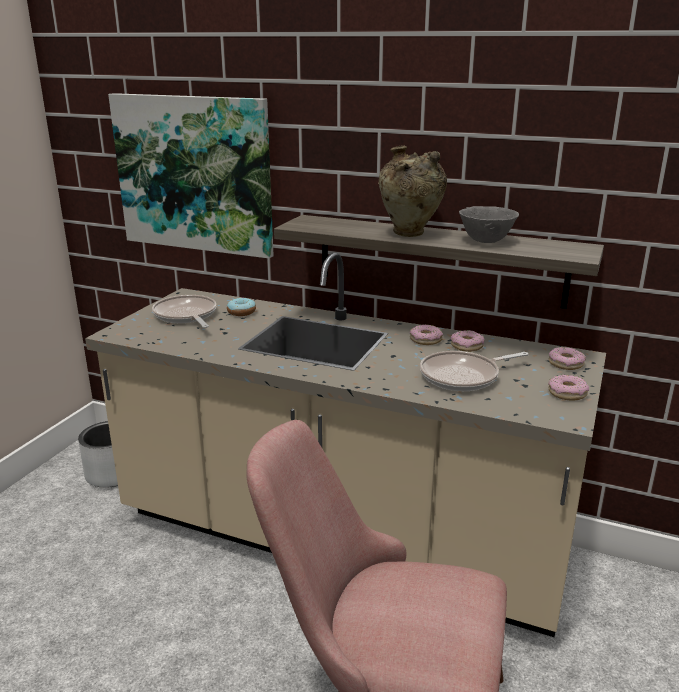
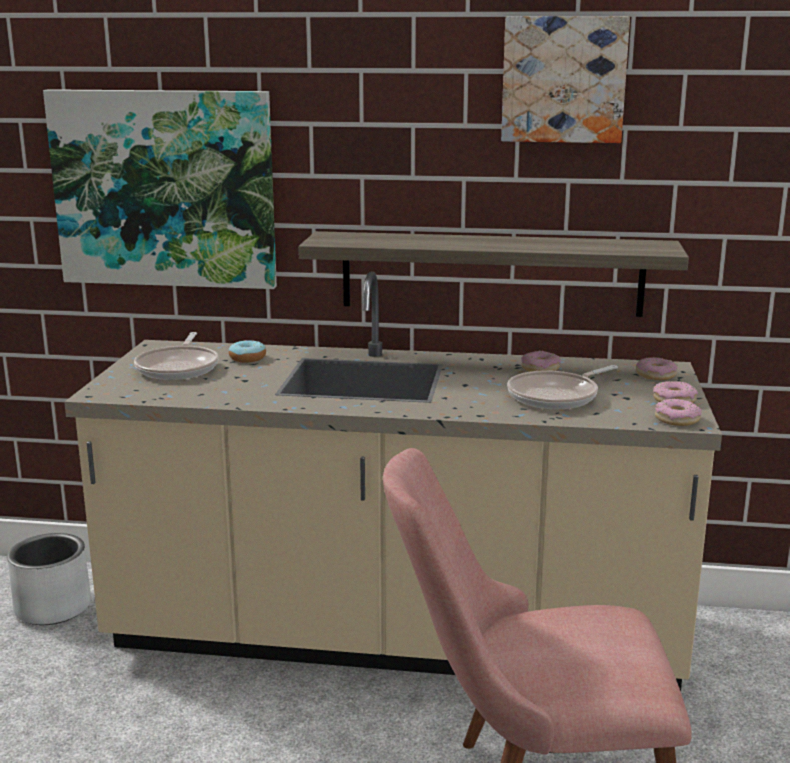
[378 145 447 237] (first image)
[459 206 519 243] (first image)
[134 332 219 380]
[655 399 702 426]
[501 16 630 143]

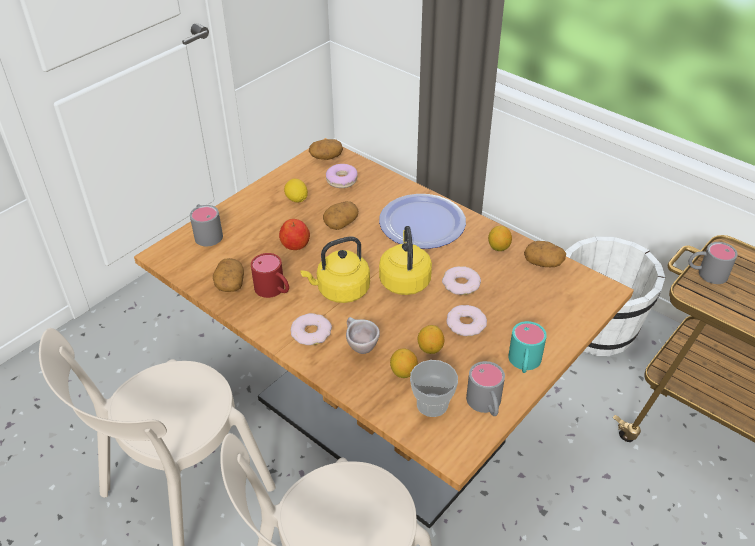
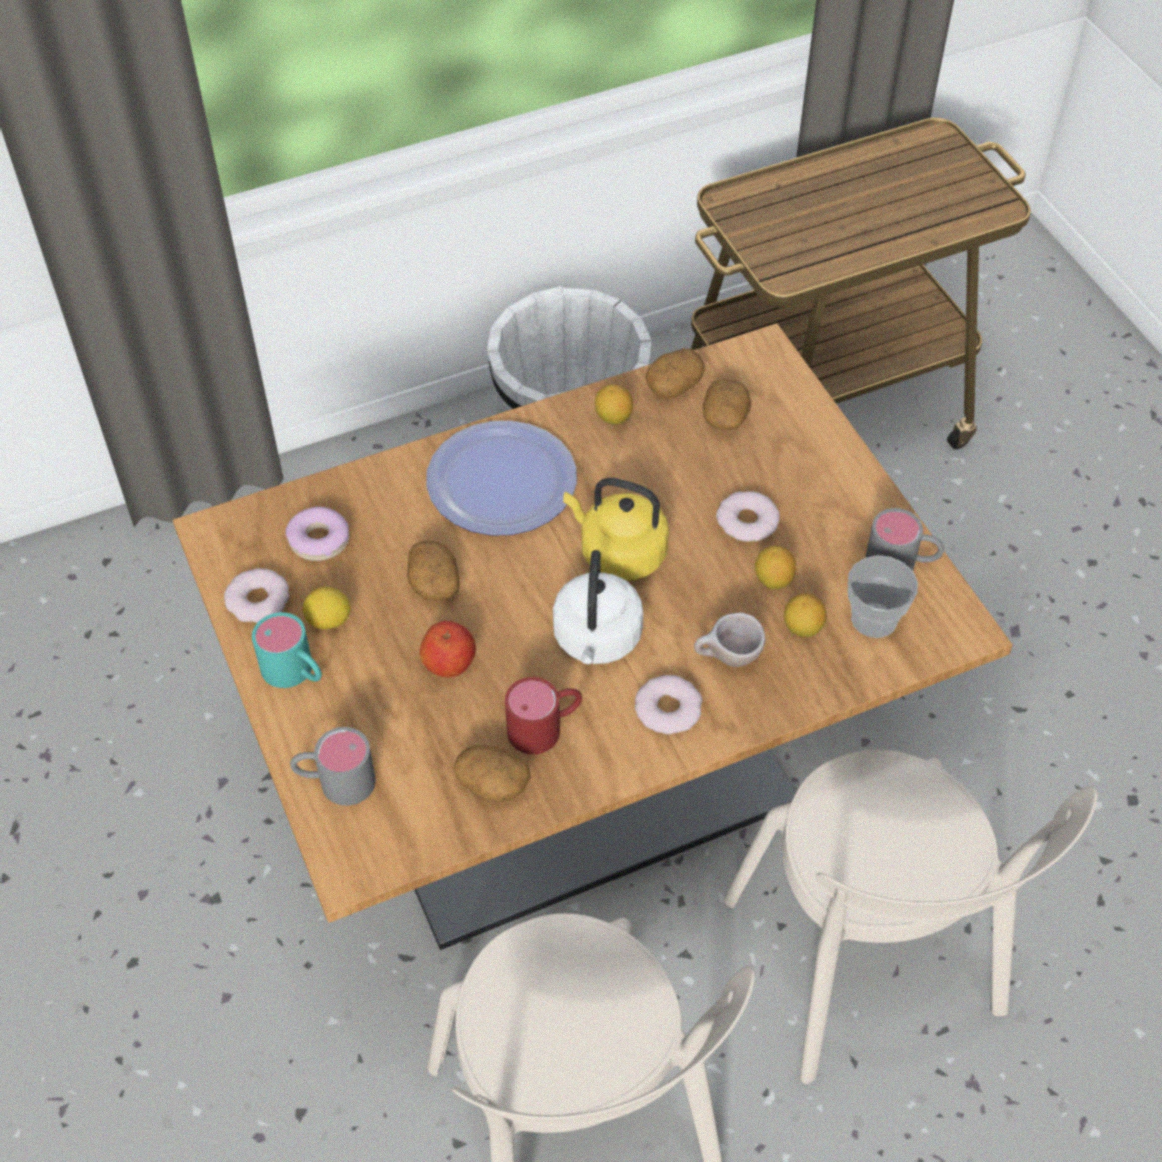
[703 379 751 430]
[553 550 643 664]
[688 242 738 284] (first image)
[224 568 289 623]
[252 612 322 688]

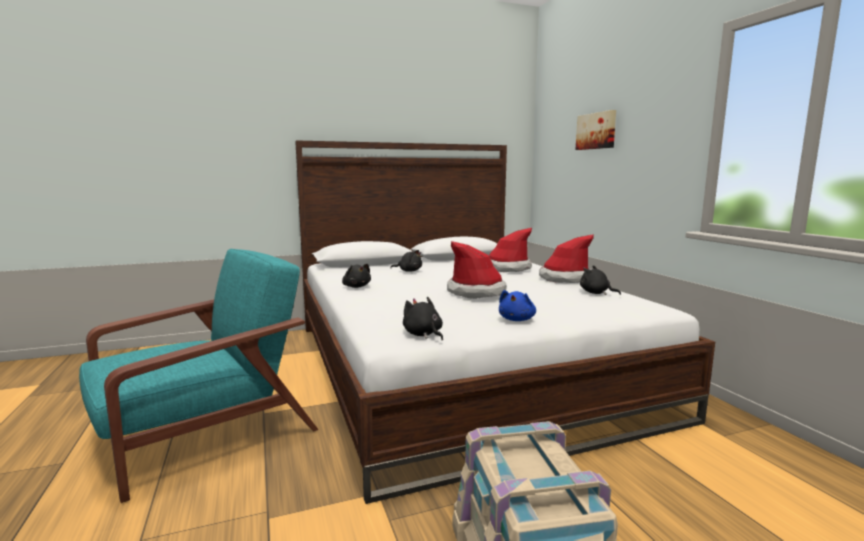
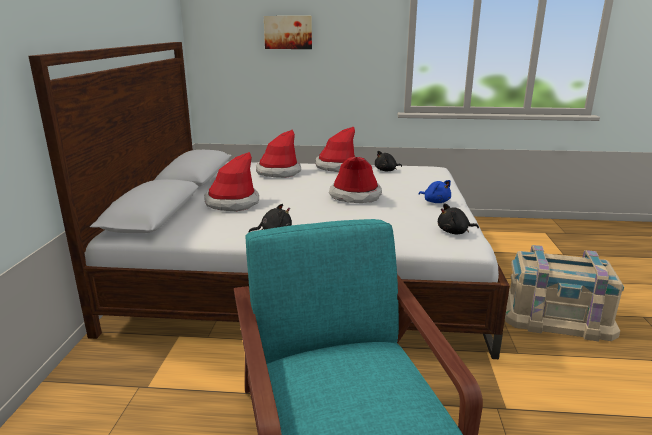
[204 152 259 211]

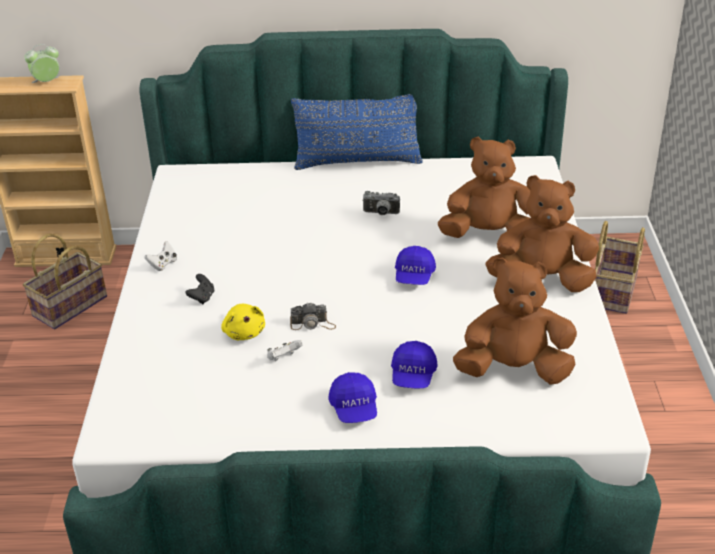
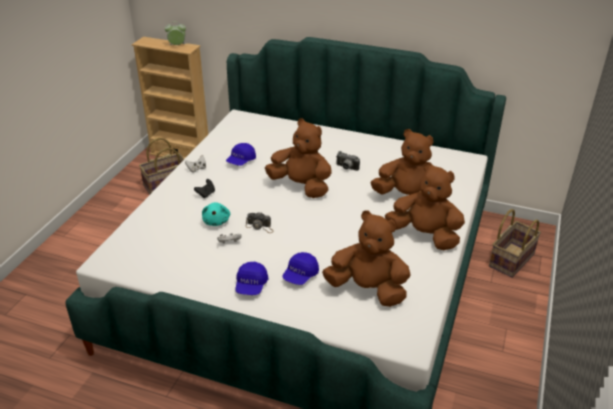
[291 94 423 170] (first image)
[226 143 256 166]
[202 202 230 226]
[265 118 332 198]

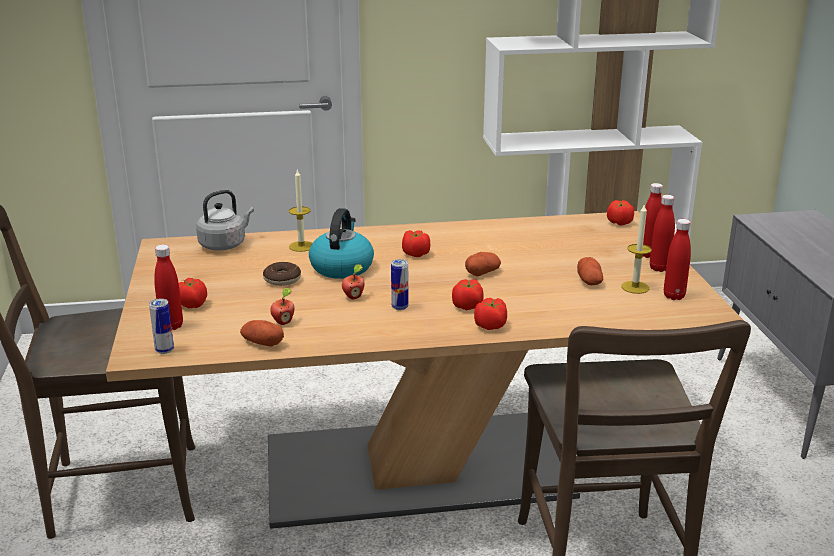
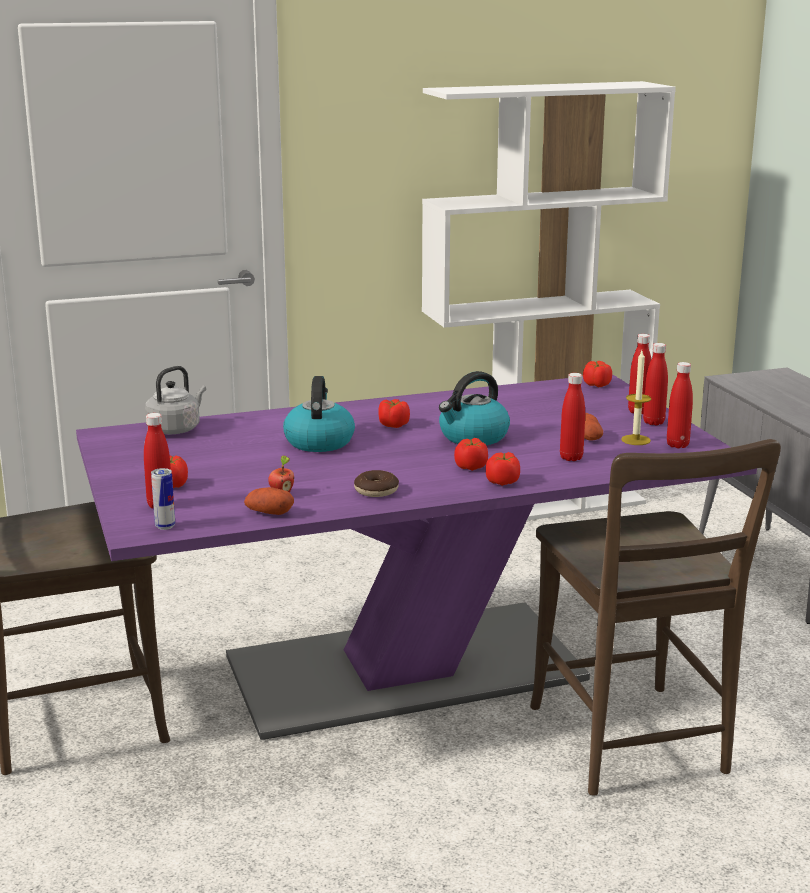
[289 170 312 252] (first image)
[76 374 757 740]
[439 371 510 445]
[391 259 409 310] (first image)
[354 470 399 497]
[342 264 365 299] (first image)
[560 373 585 461]

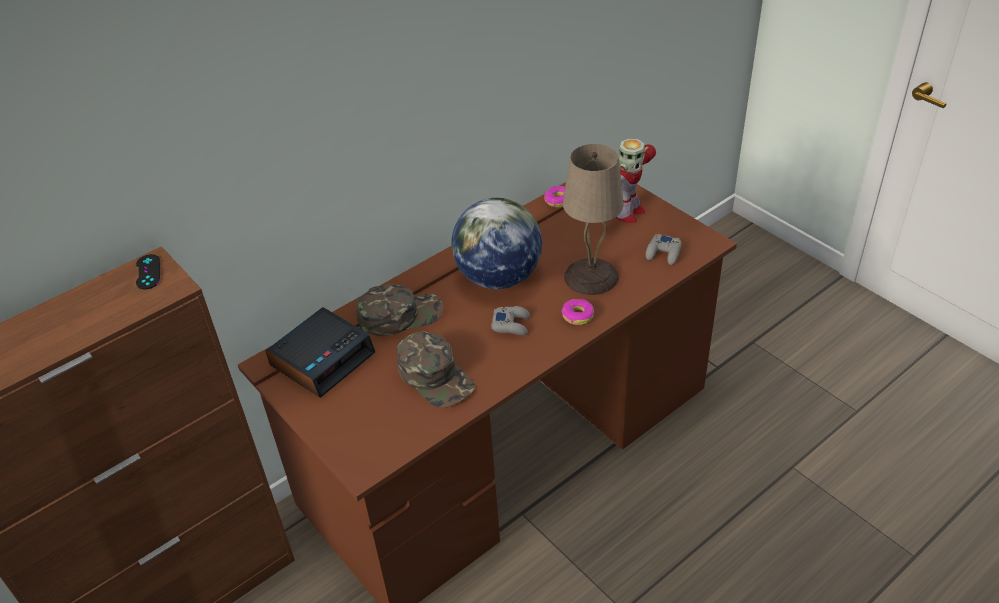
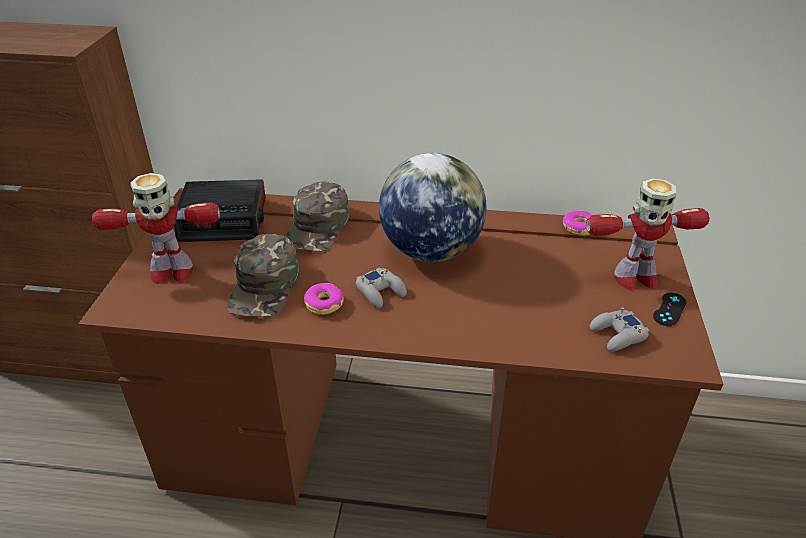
[563 144 624 295] (first image)
[653 293 687 326]
[285 181 350 252]
[304 283 344 315]
[92 173 220 284]

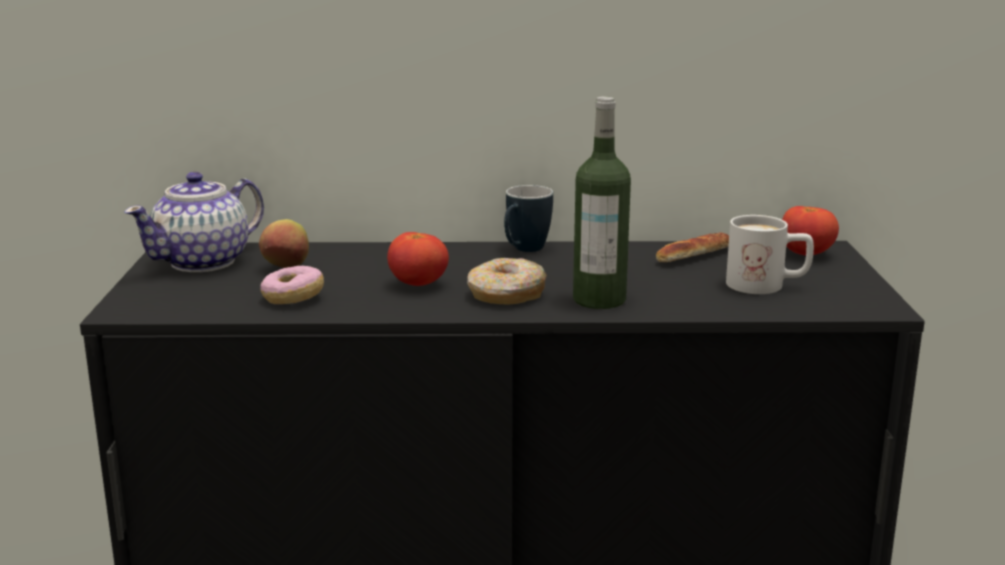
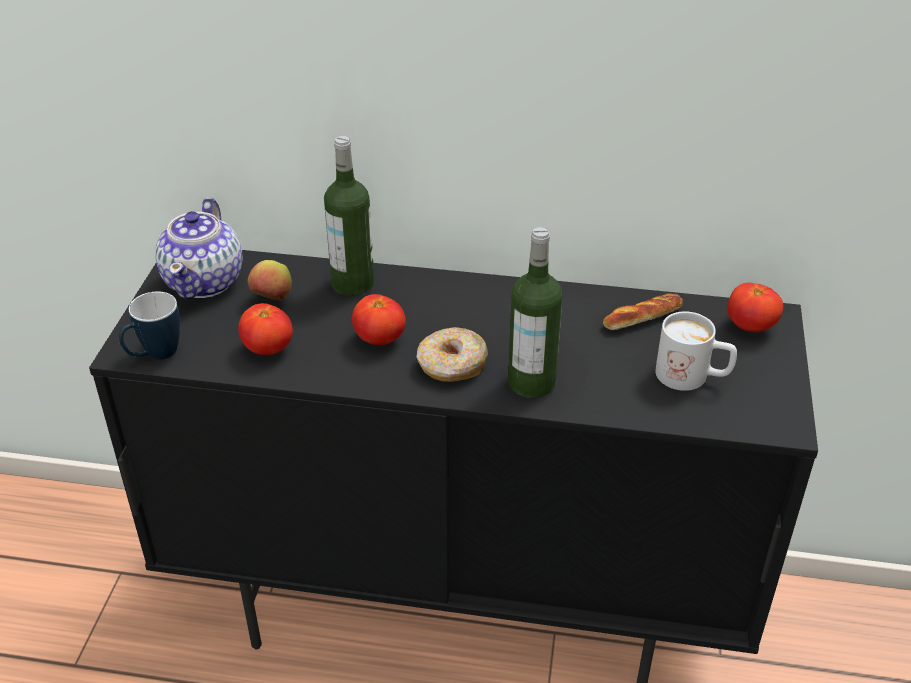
[155 198 243 299]
[119 291 180 359]
[238 303 293 355]
[324 136 374 296]

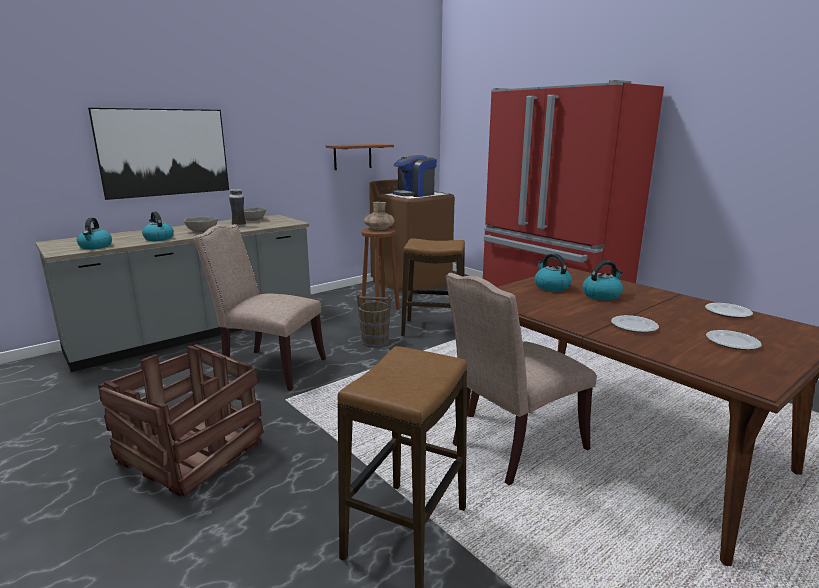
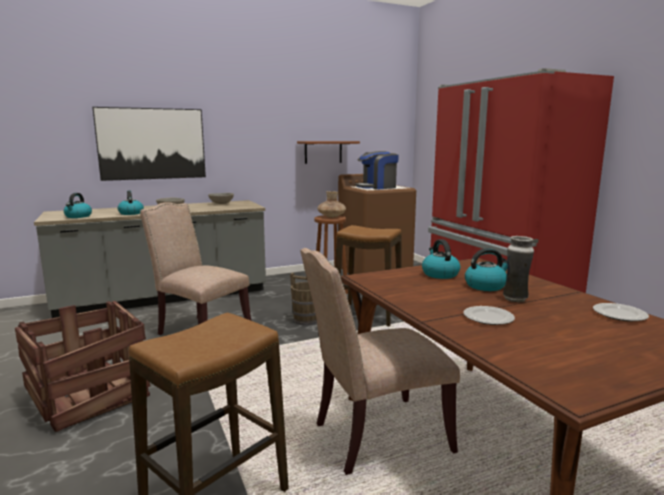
[503 236 534 302]
[706 330 762 350] (first image)

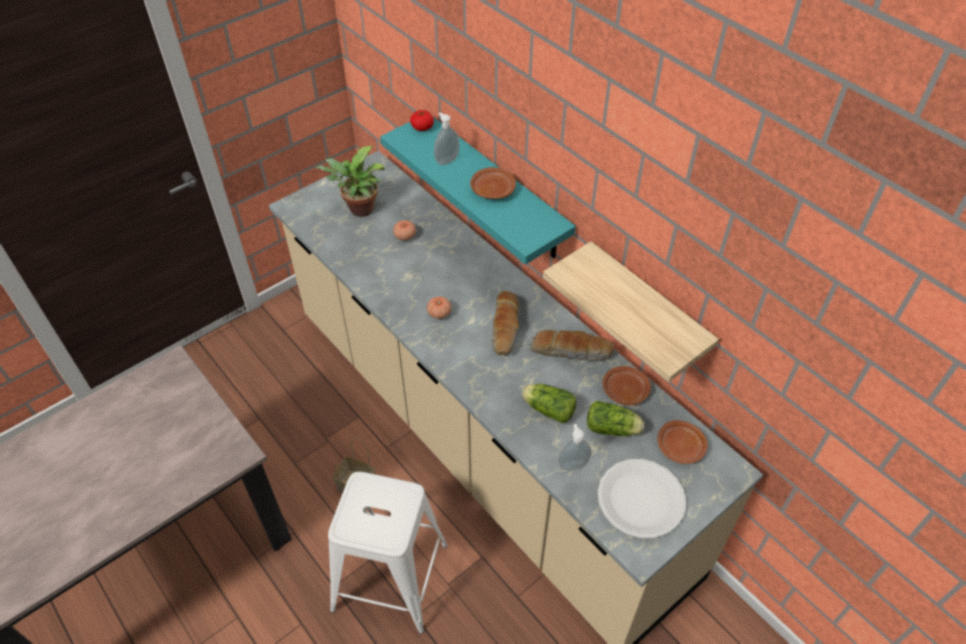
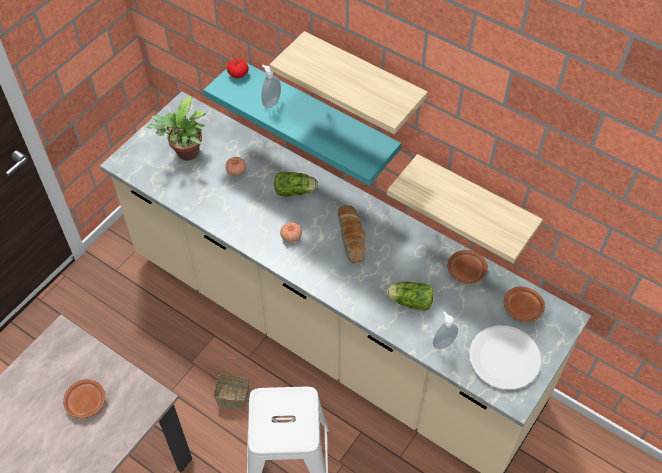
[63 379 105 418]
[531 330 614 361] (first image)
[274 172 318 196]
[269 31 428 134]

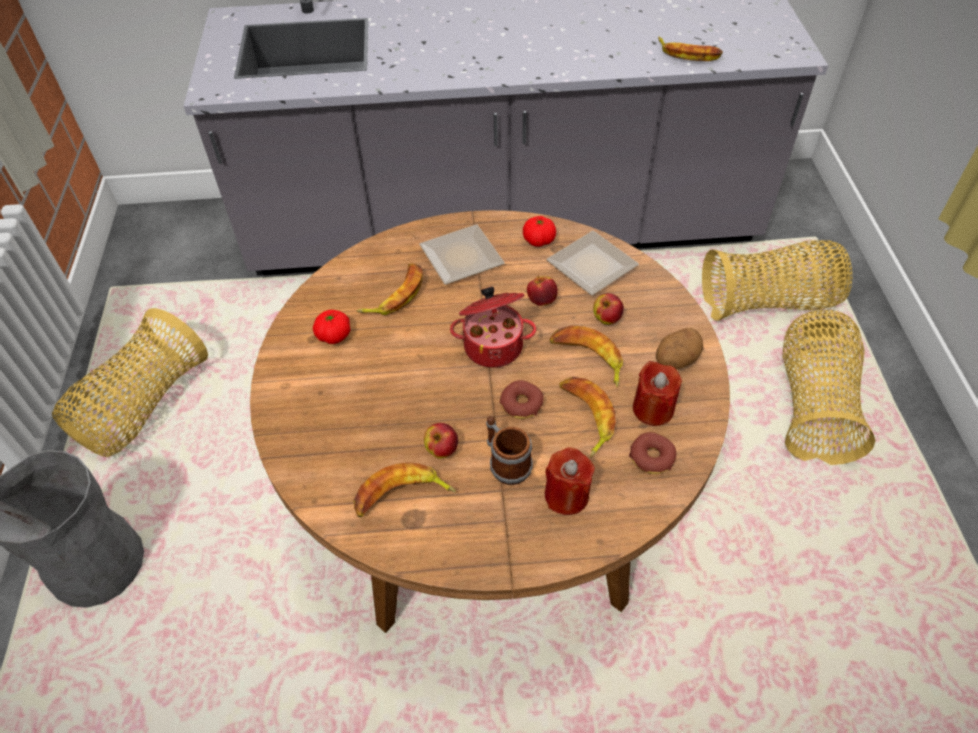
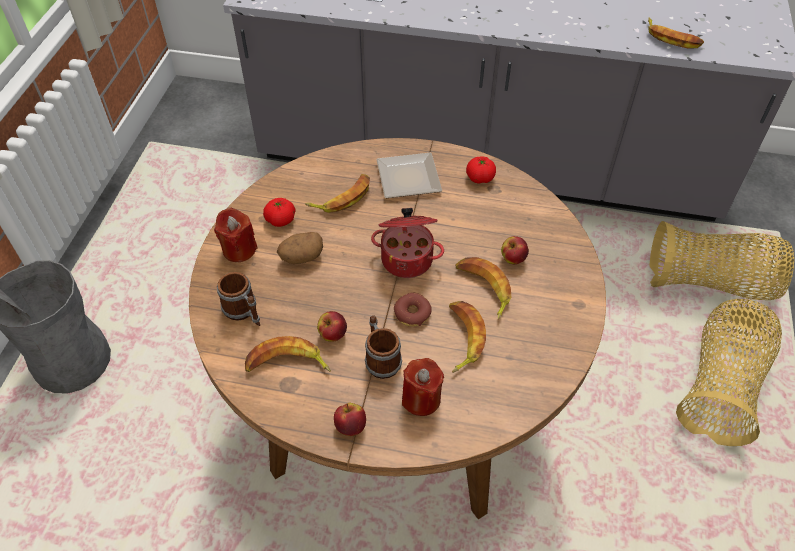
[546 231 639 295] (first image)
[334 402 366 436]
[52 308 208 457] (first image)
[277 232 323 264]
[214 208 258 262]
[629 432 676 474] (first image)
[217 272 260 326]

